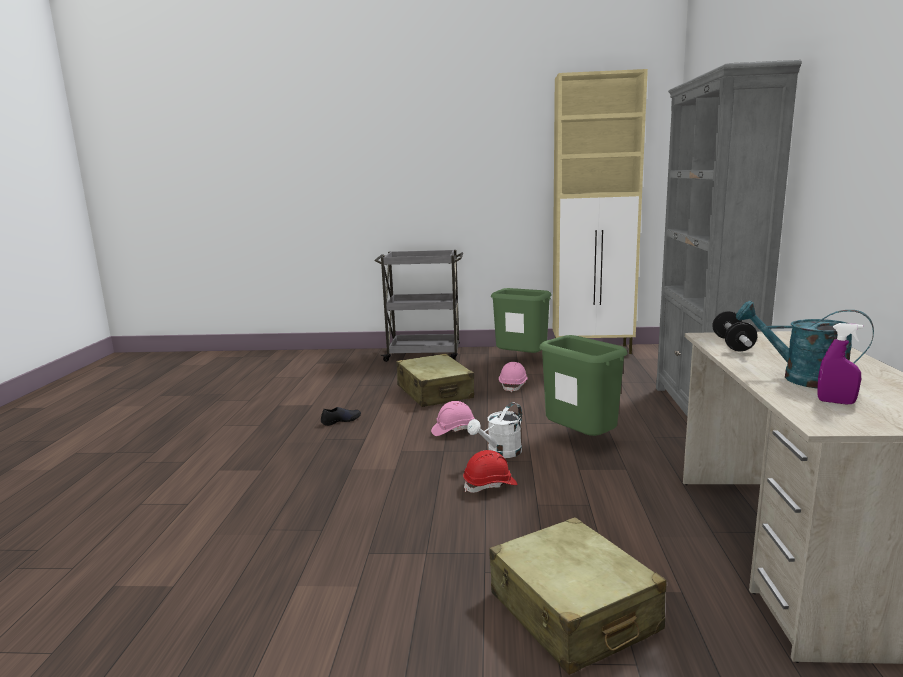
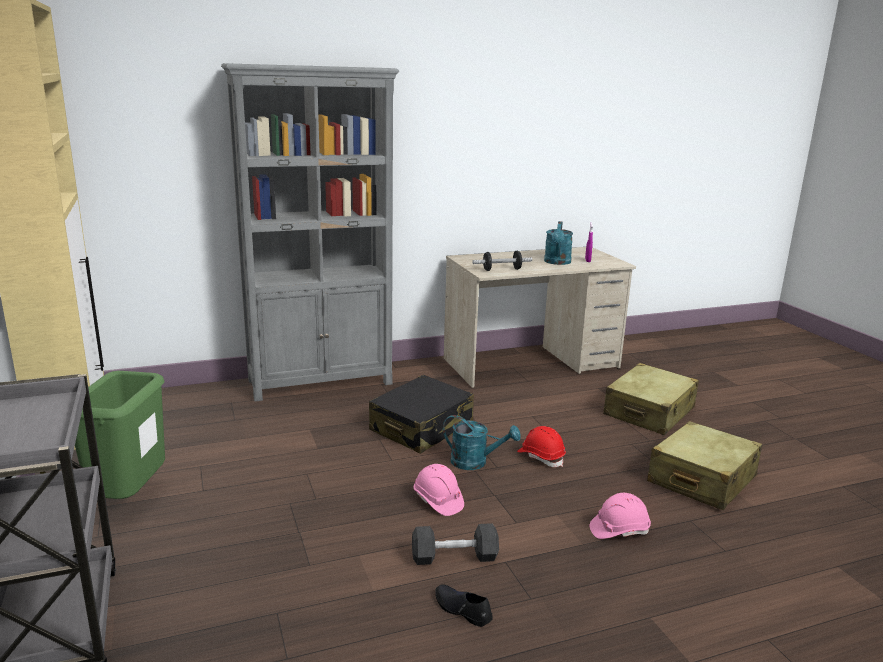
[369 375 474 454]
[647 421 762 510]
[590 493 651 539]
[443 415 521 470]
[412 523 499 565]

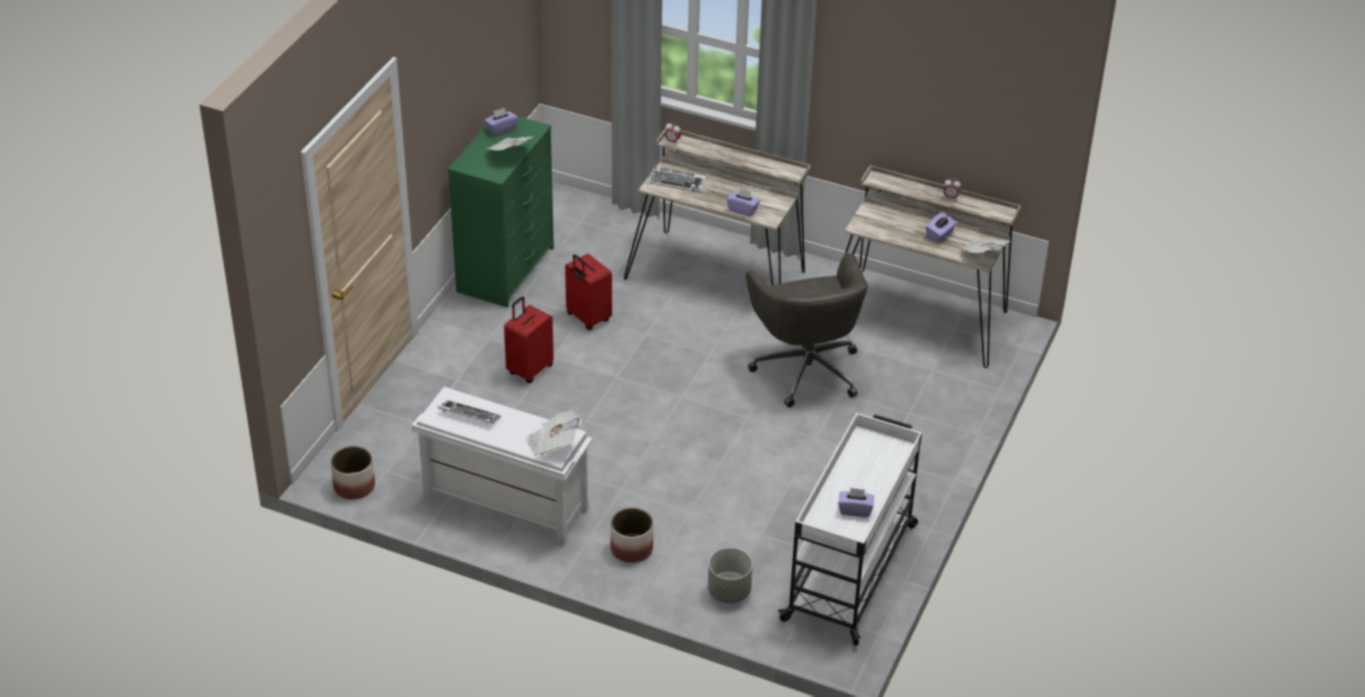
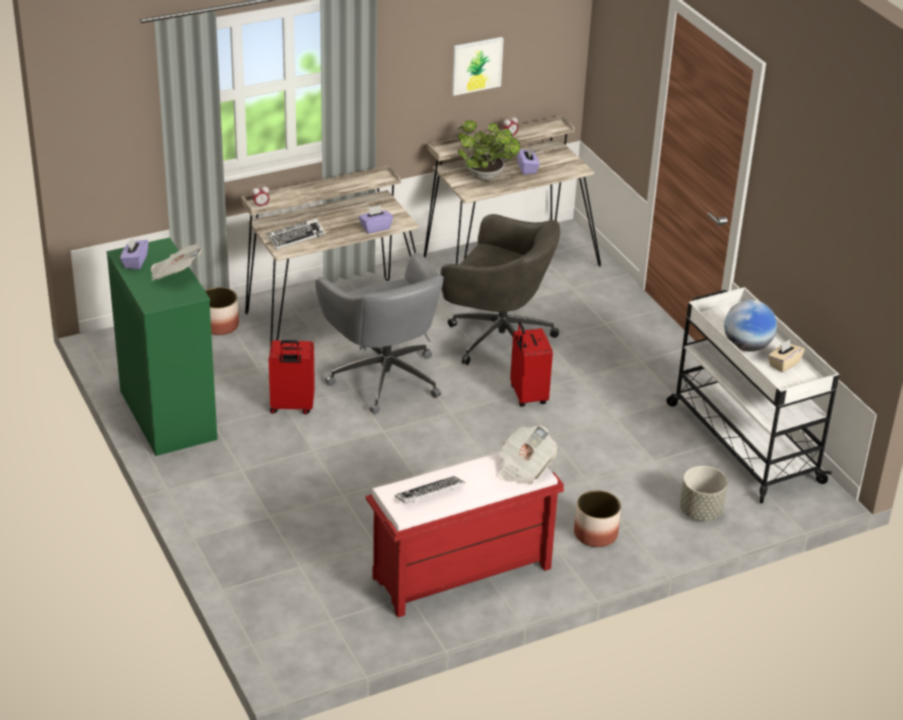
[959 238 1011 253] (first image)
[510 321 553 407]
[366 452 564 617]
[205 287 239 335]
[768 340 805 372]
[452 37 504 96]
[457 120 521 181]
[315 253 444 414]
[724 300 777 352]

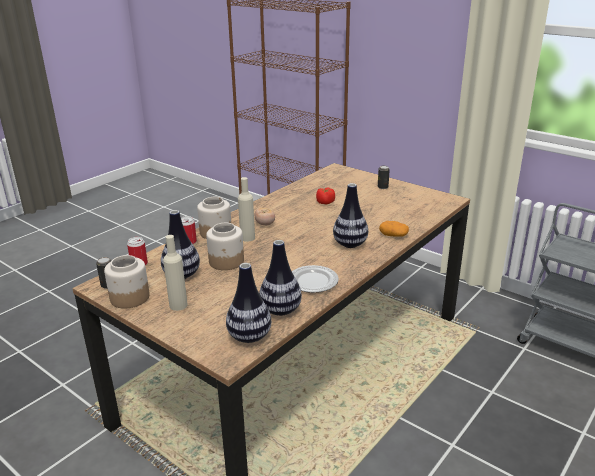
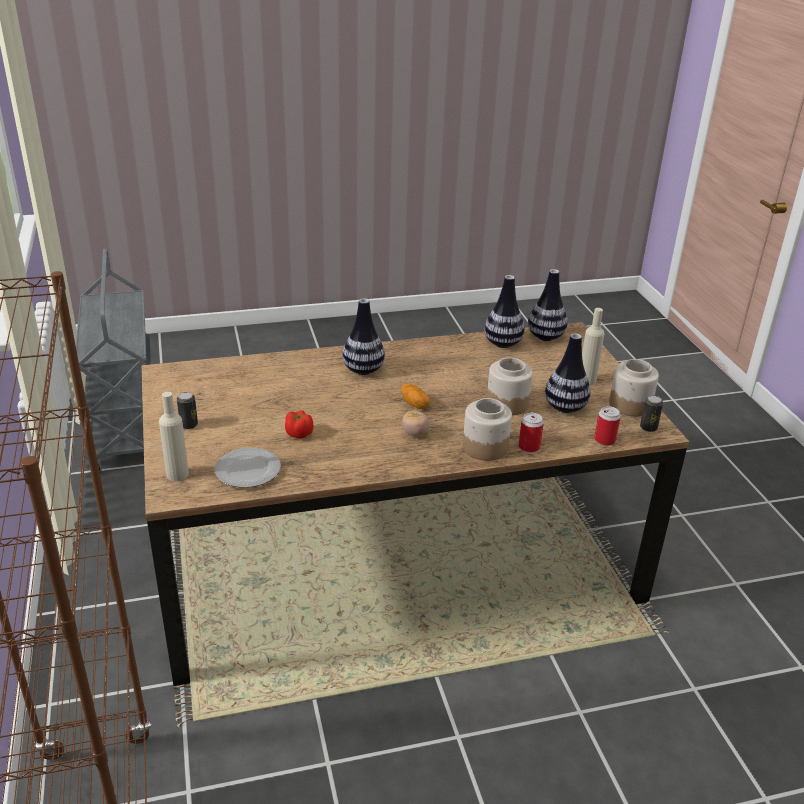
[159 392 189 481]
[401 384 430 409]
[215 448 281 488]

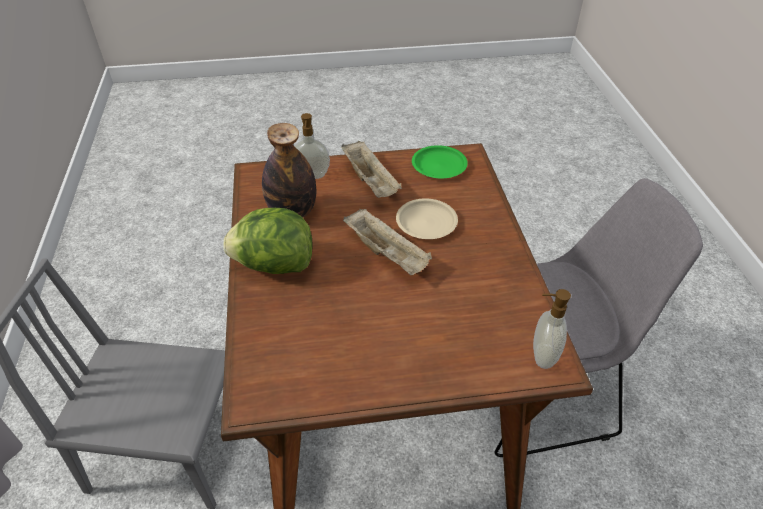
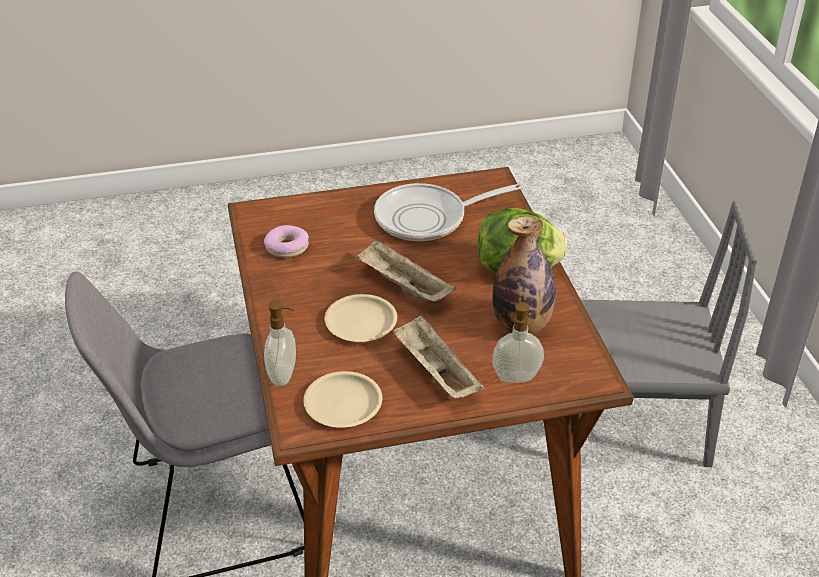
[303 371 382 428]
[264 300 296 386]
[374 183 527 241]
[264 225 309 258]

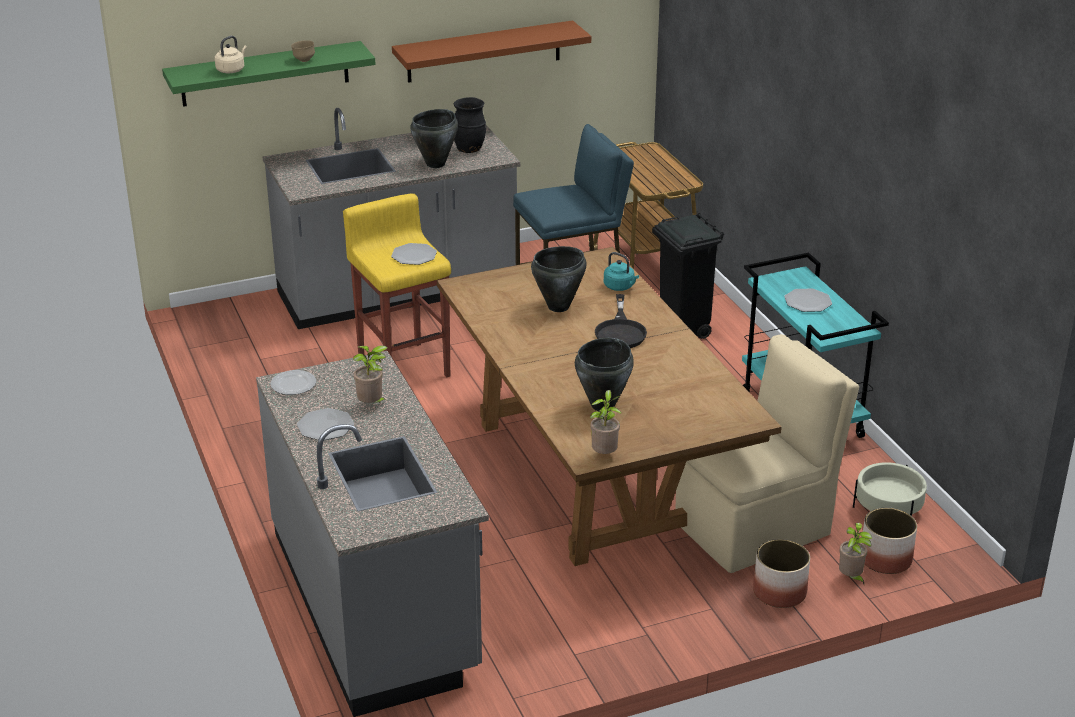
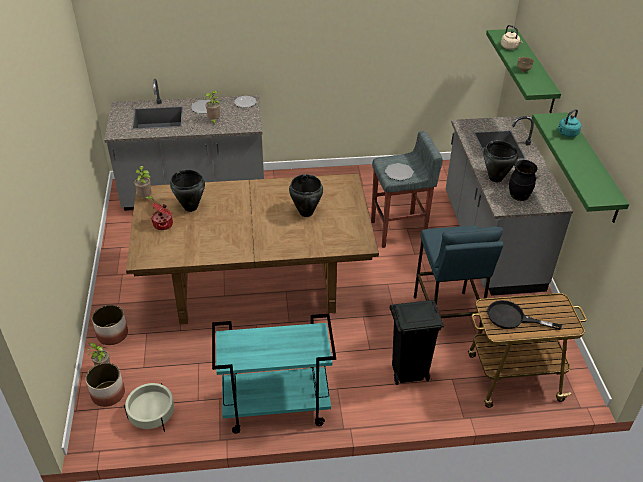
[532 112 629 223]
[371 131 443 248]
[558 109 581 137]
[784 289 832 312] (first image)
[487 300 562 330]
[676 334 859 573] (first image)
[151 203 173 230]

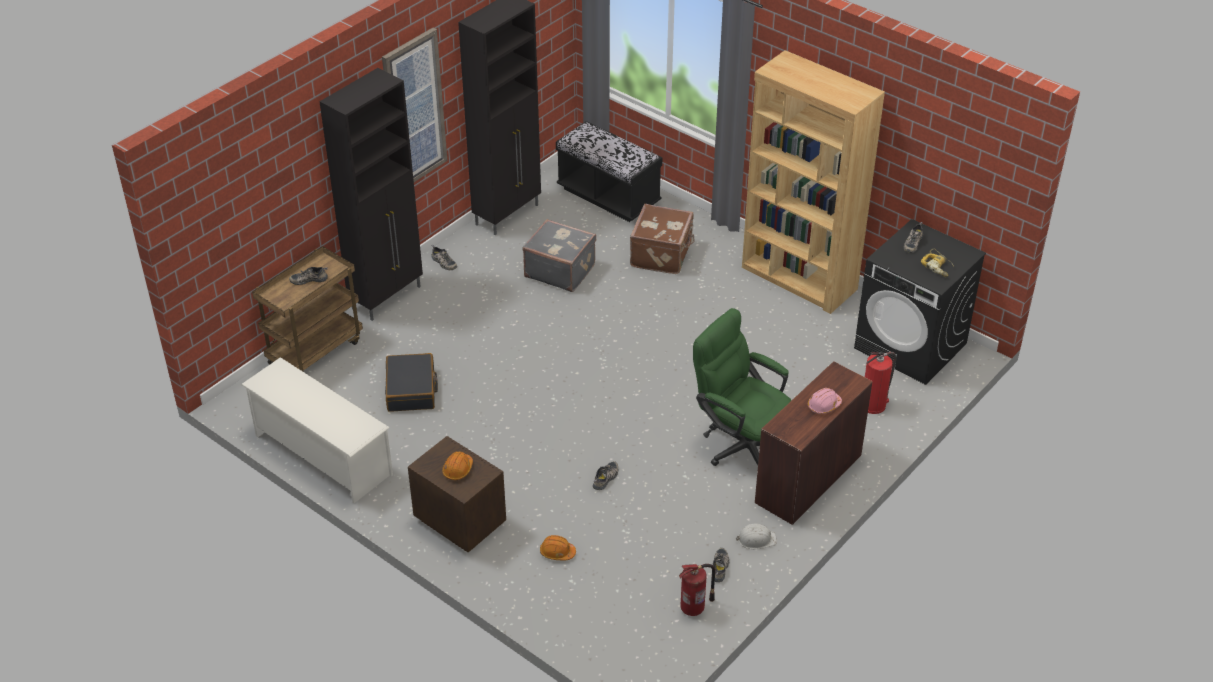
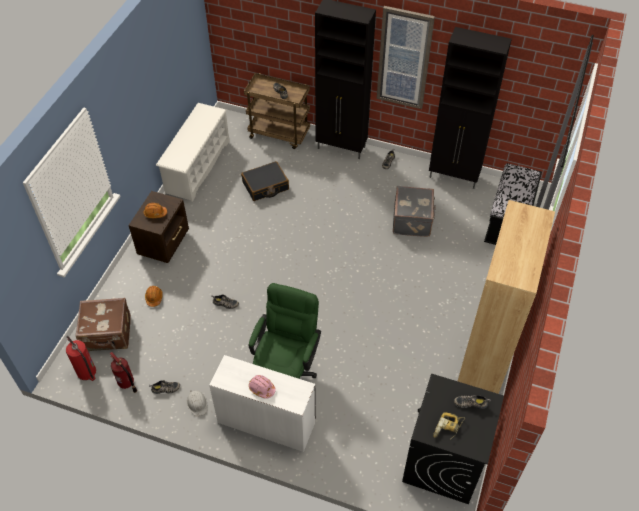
[76 298 131 351]
[66 336 96 381]
[209 355 316 452]

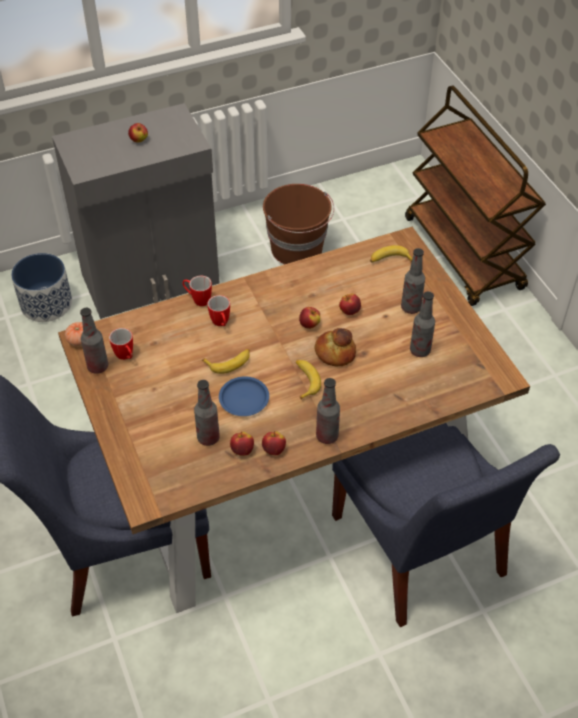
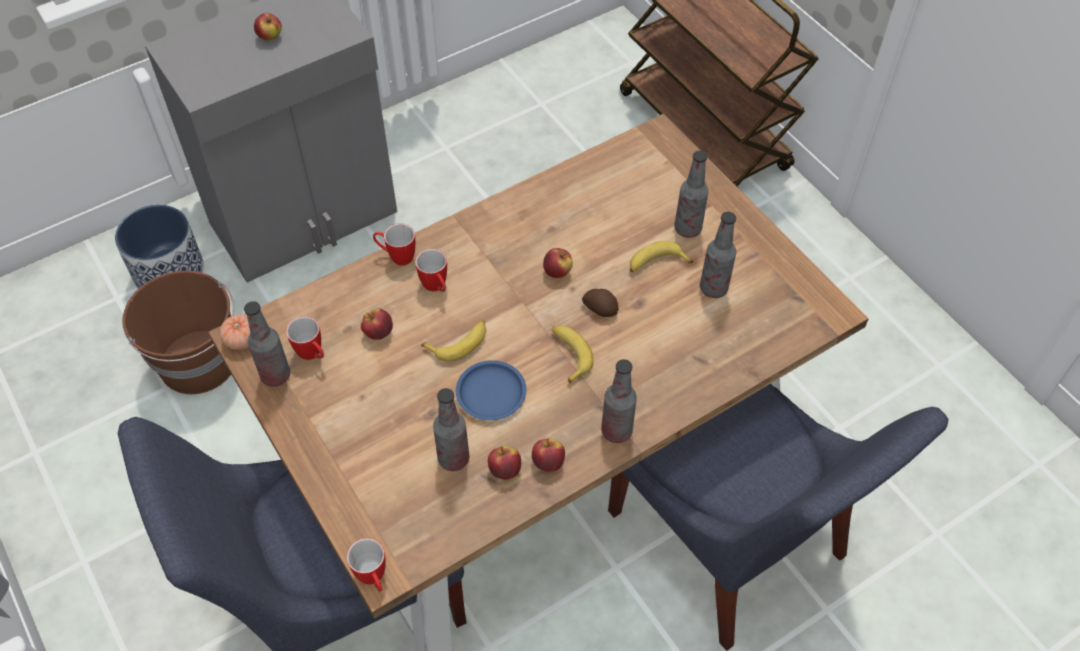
[122 271 234 394]
[630 241 693 272]
[361 308 393 340]
[582 289 619 317]
[347 538 386 592]

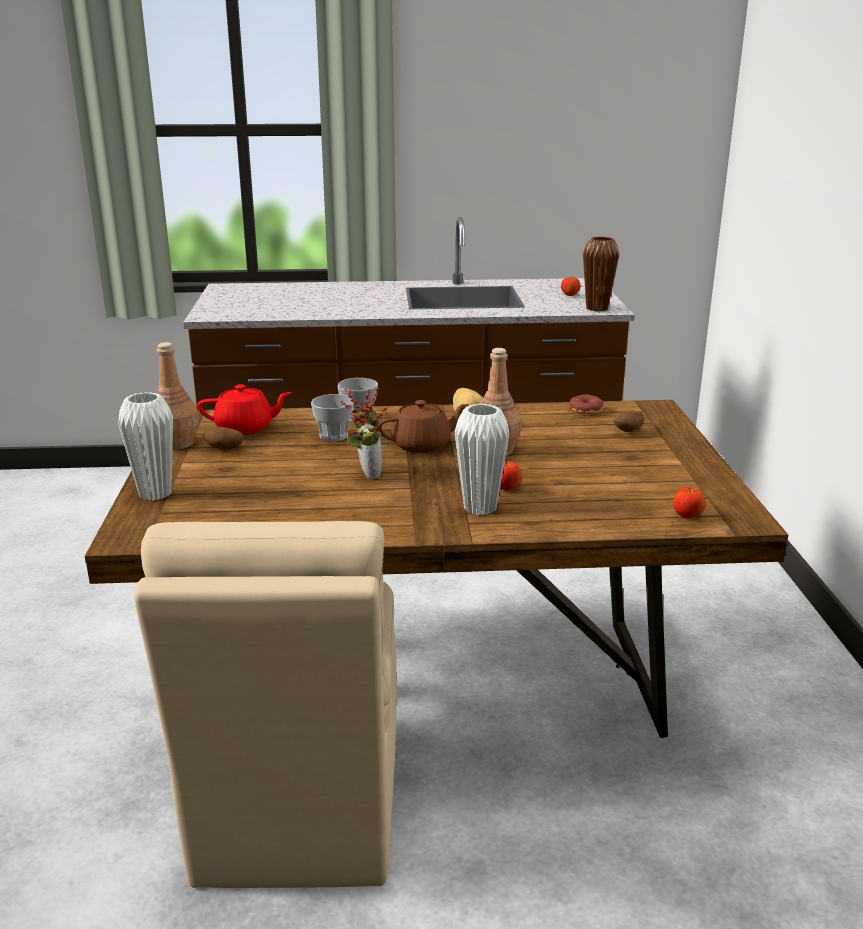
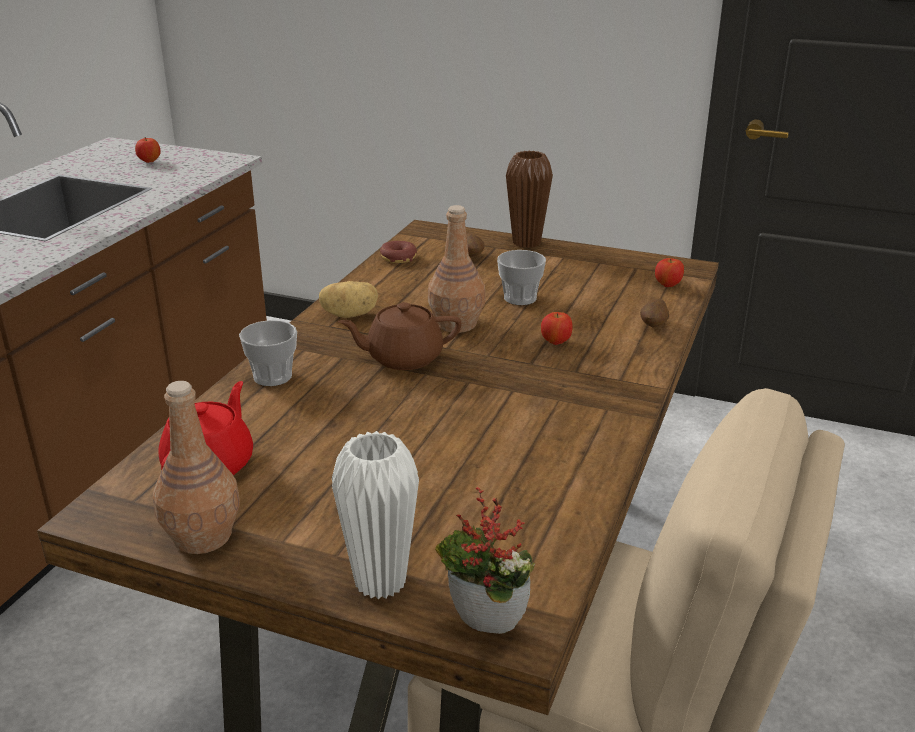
[506 151 553 248]
[435 487 535 634]
[497 250 546 305]
[338 302 462 370]
[455 404 509 515] (first image)
[640 299 669 327]

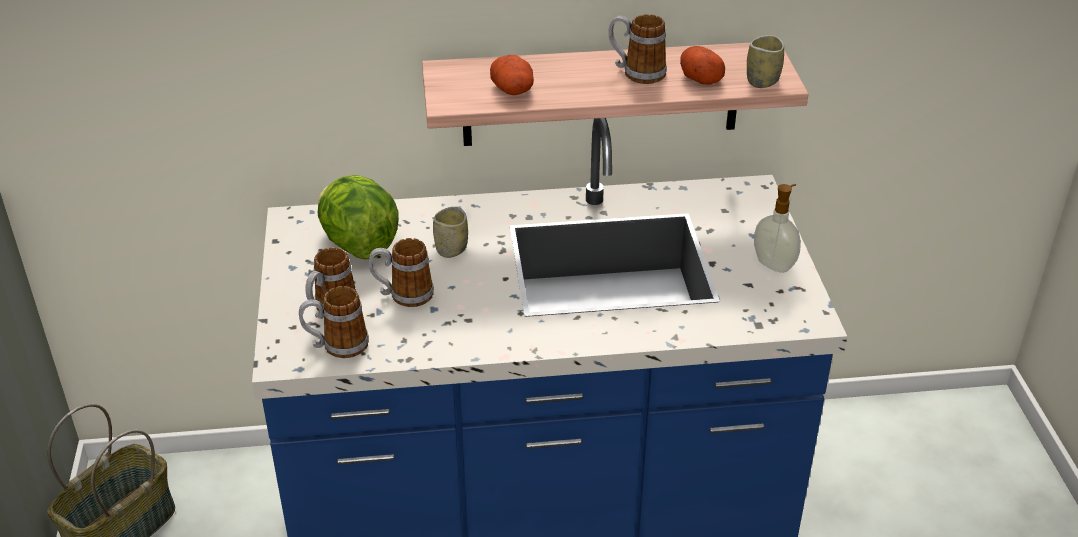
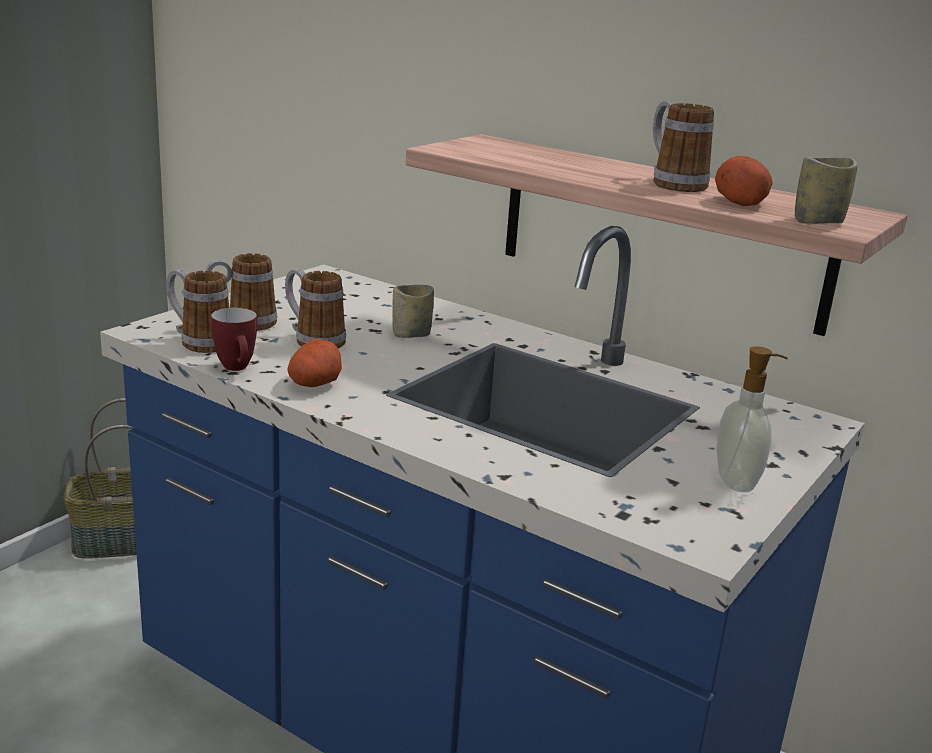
[287 339 342 387]
[318 175 399 260] (first image)
[211 308 257 371]

